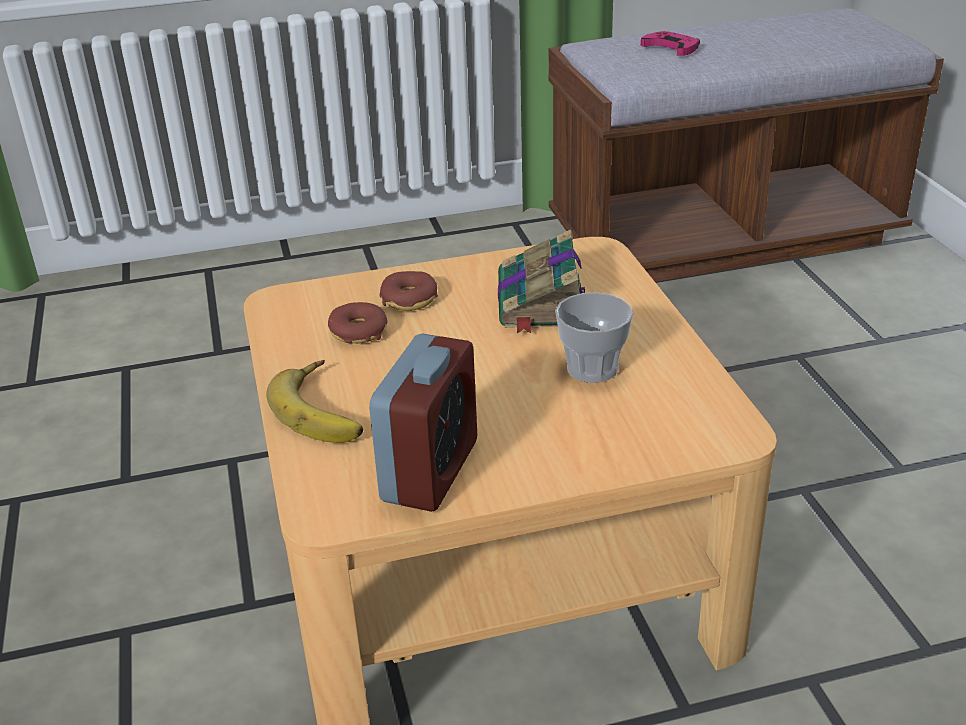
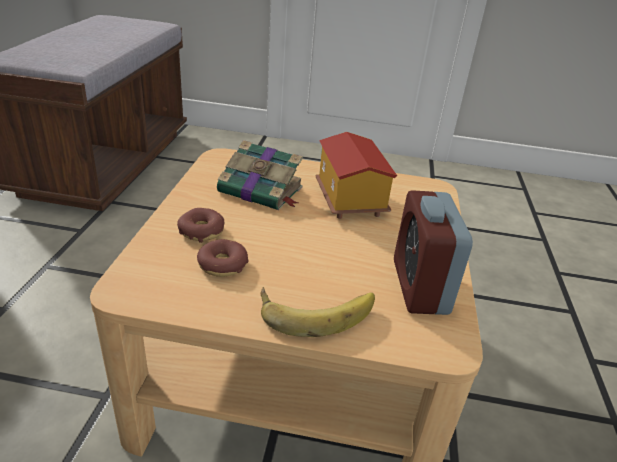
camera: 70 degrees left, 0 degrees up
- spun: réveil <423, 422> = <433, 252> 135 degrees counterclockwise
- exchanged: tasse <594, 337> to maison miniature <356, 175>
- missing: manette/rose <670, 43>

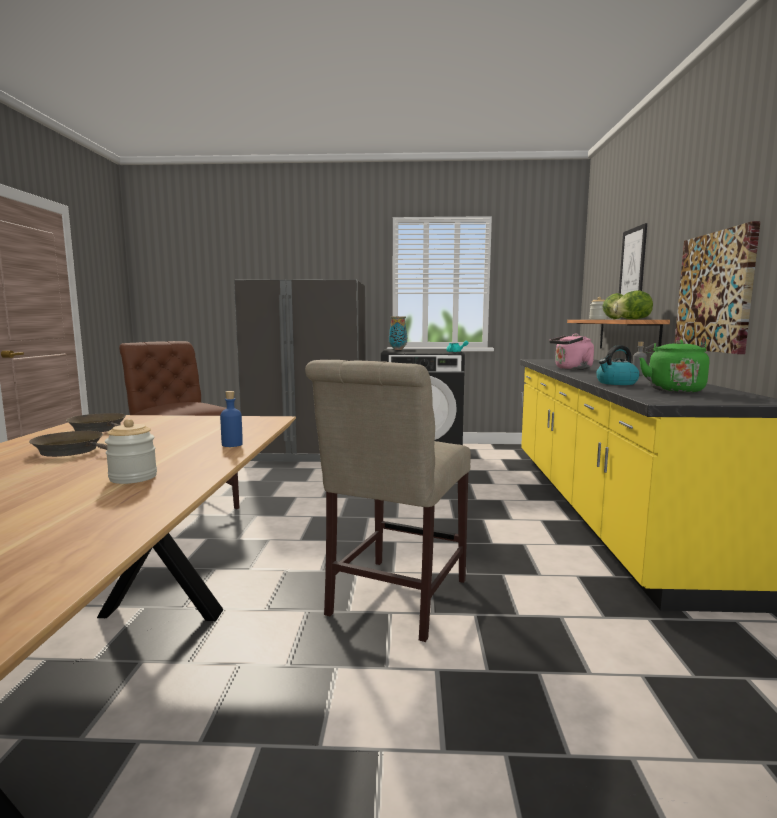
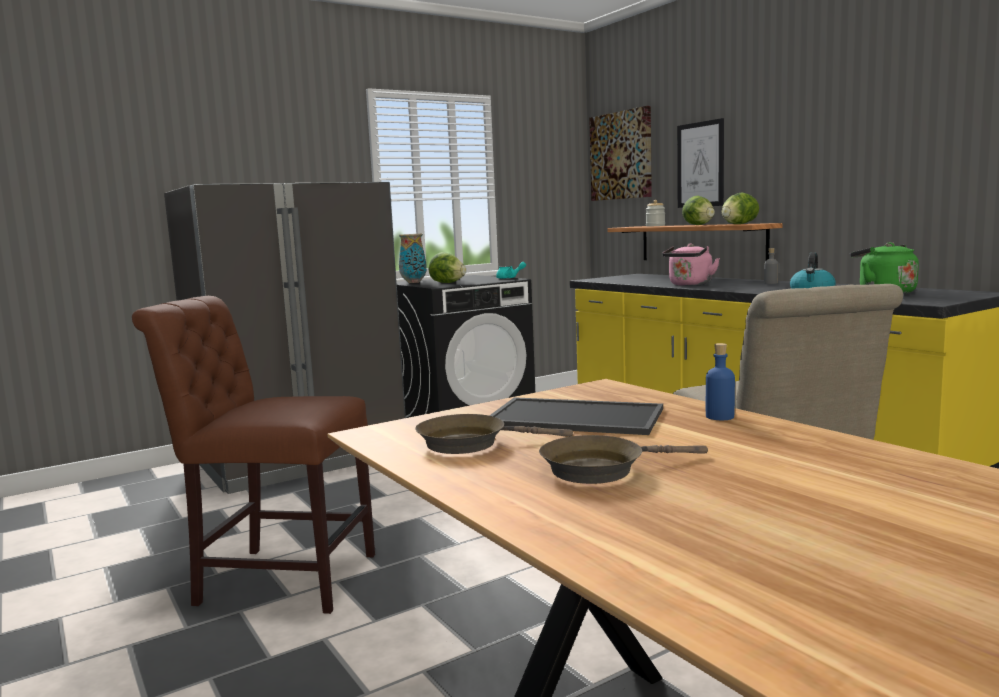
camera: 35 degrees left, 0 degrees up
- missing: bocal <131, 451>
- relocated: tableau <718, 287> to <620, 153>
- appeared: laitue <447, 267>
- appeared: plateau <576, 416>

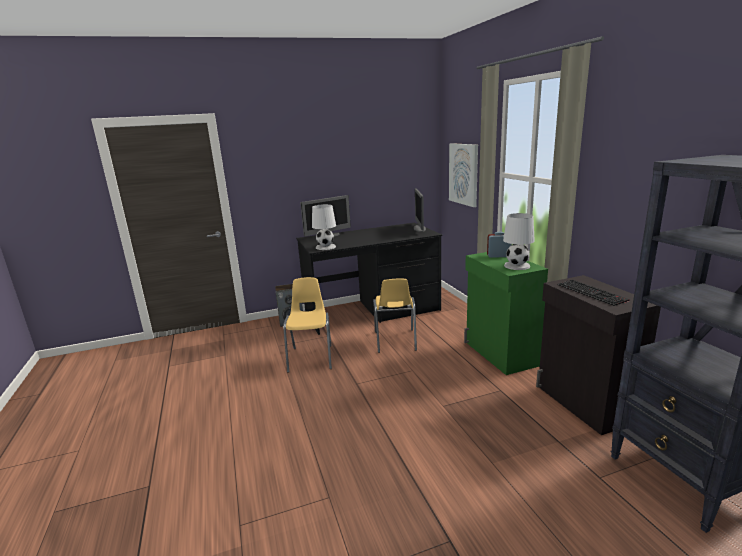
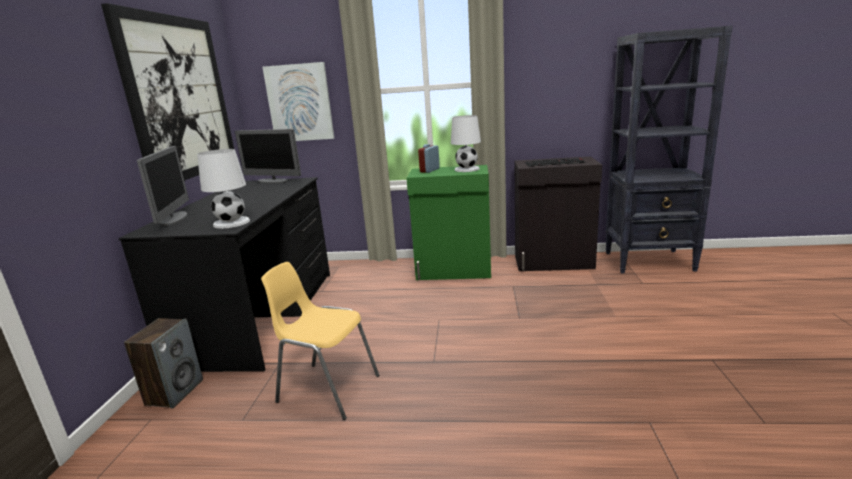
camera: 65 degrees left, 0 degrees up
- missing: chaise/jaune <395, 315>
- appeared: tableau <167, 92>

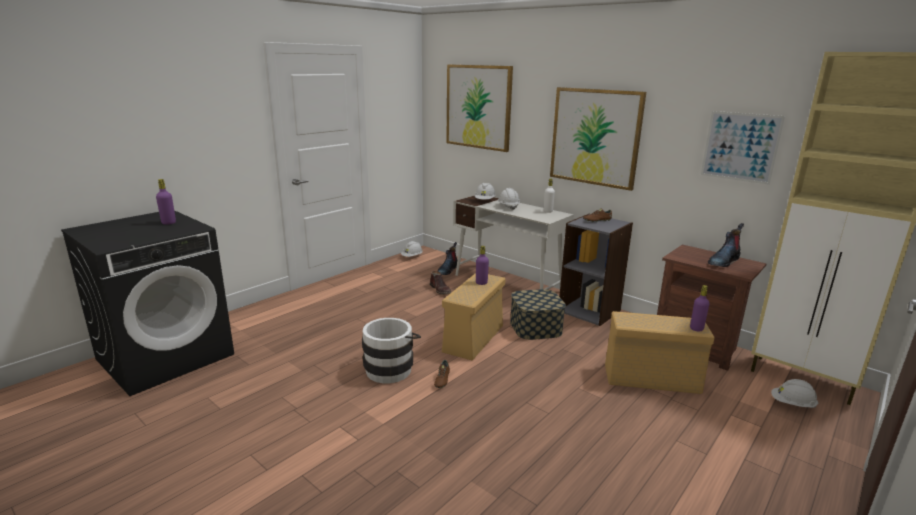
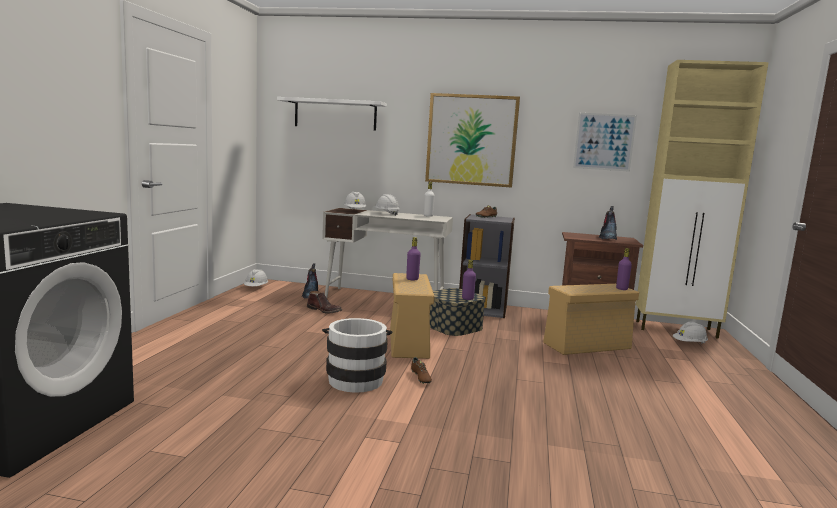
camera: 30 degrees left, 10 degrees down
- relocated: bouteille/violet <166, 202> to <469, 280>
- exchanged: tableau <479, 108> to étagère/blanc <332, 114>

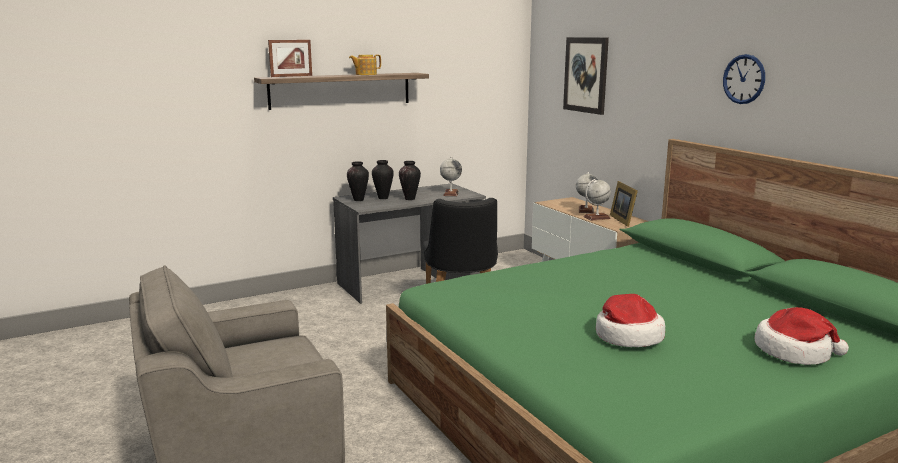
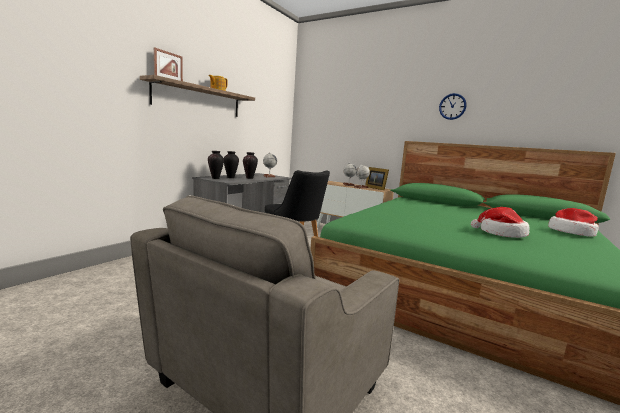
camera: 30 degrees left, 5 degrees down
- missing: tableau <586, 76>

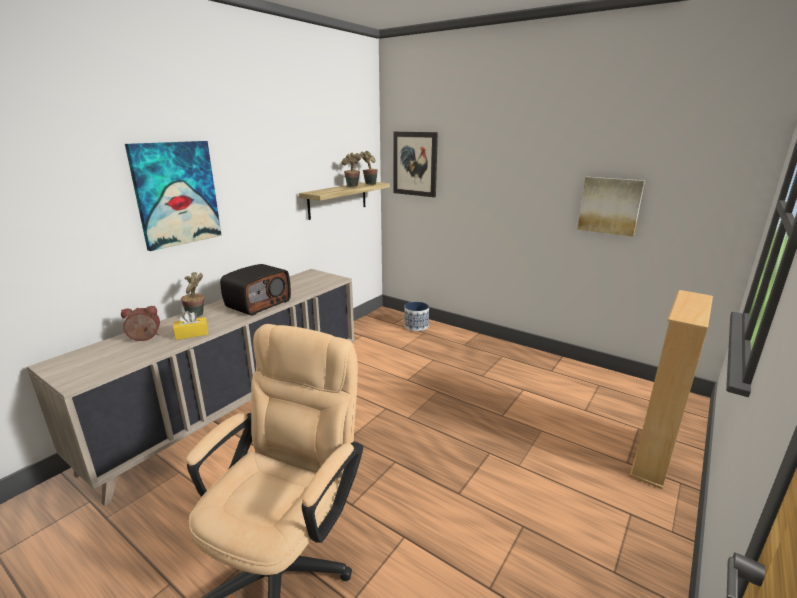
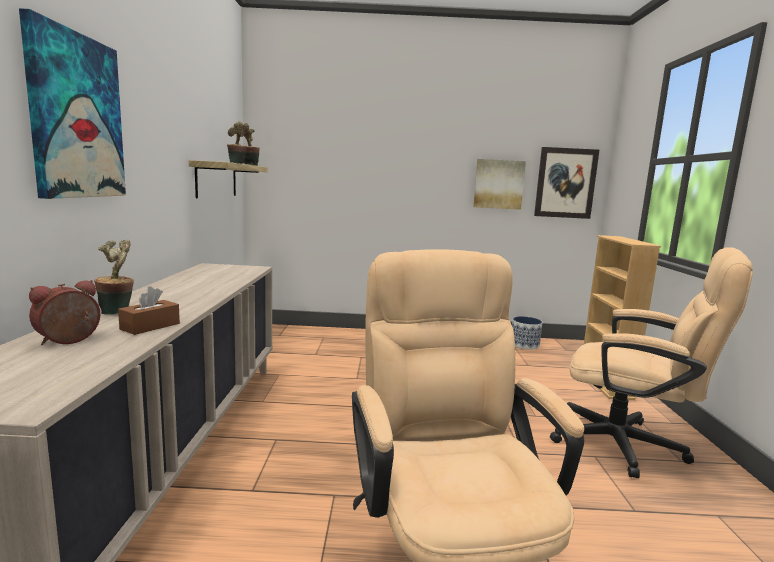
camera: 35 degrees left, 10 degrees down
- colour: boîte à mouchoirs/jaune <190, 325> to boîte à mouchoirs/marron <149, 310>
- missing: radio <255, 290>
- relocated: tableau <415, 164> to <566, 183>
- relocated: cache-pot <416, 316> to <527, 333>
- appeared: chaise de bureau/beige <651, 362>

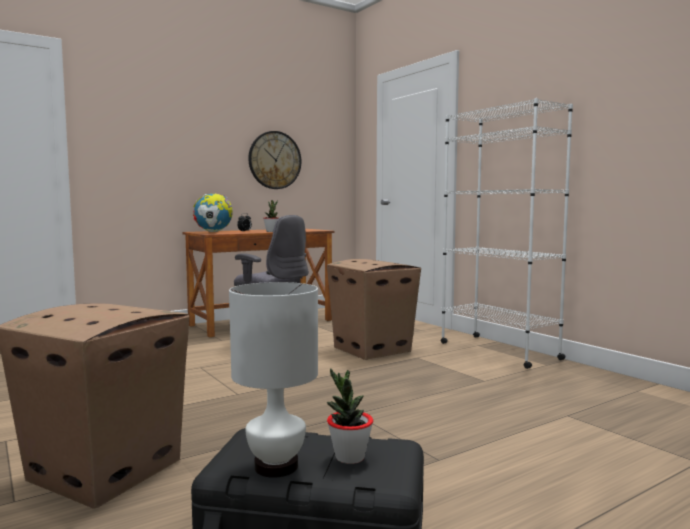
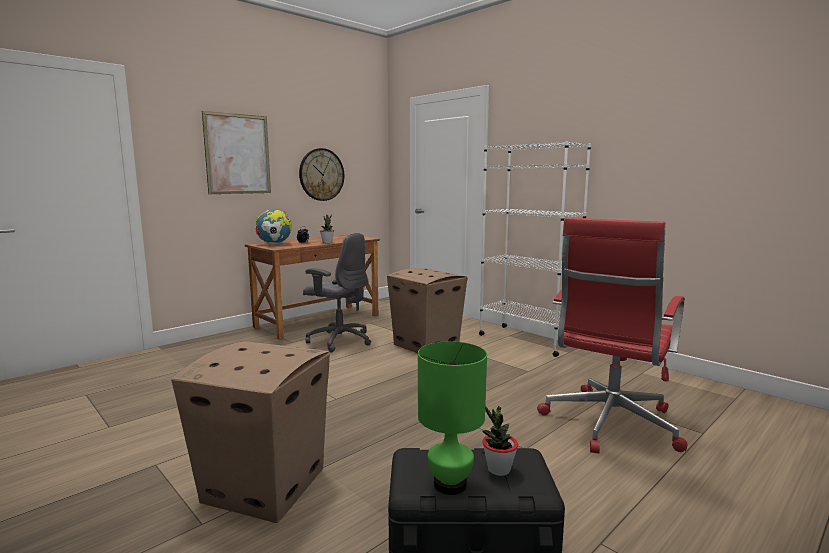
camera: 10 degrees left, 5 degrees up
- colour: lampe de table/blanc <273, 380> to lampe de table/vert <452, 418>
- appeared: tableau <236, 152>
- appeared: chaise de bureau/rouge <612, 335>

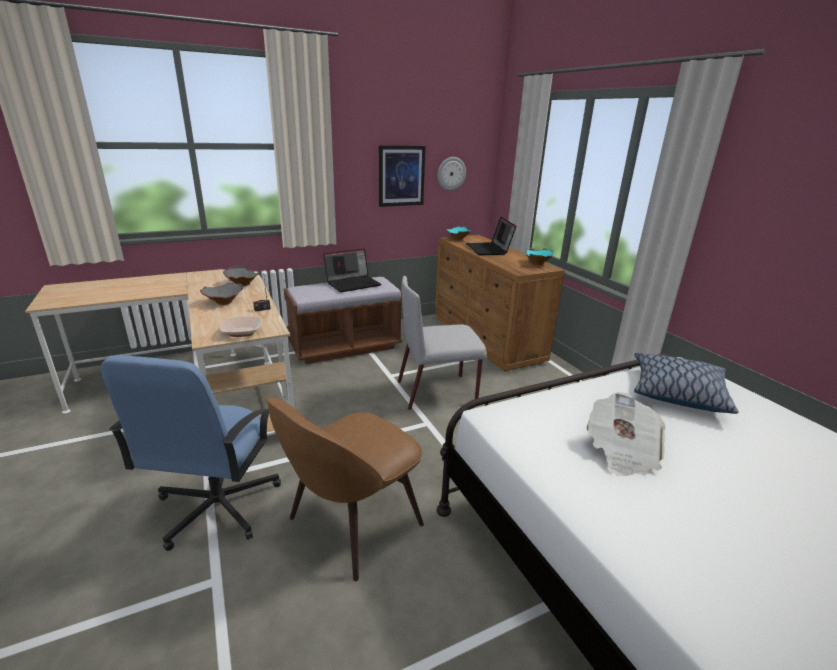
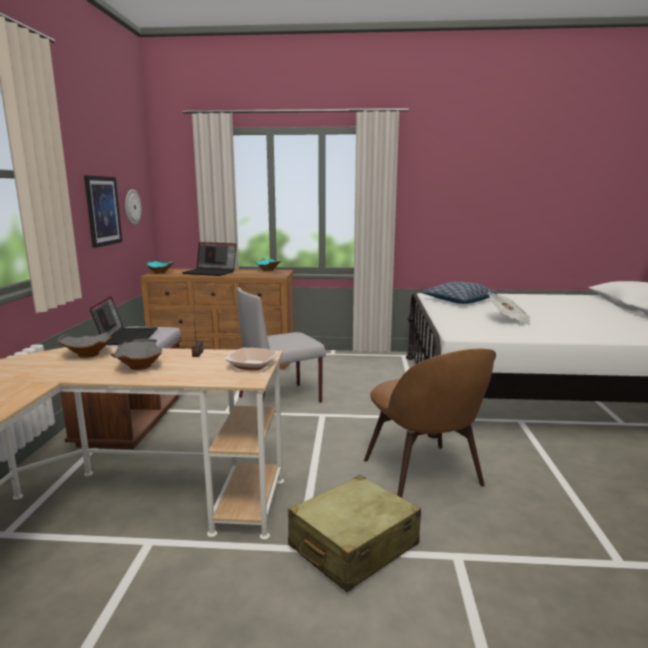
camera: 60 degrees left, 10 degrees down
- exchanged: chaise de bureau/bleu <191, 453> to valise/beige <354, 533>
- spun: chaise/gris <442, 343> = <281, 345> 45 degrees clockwise

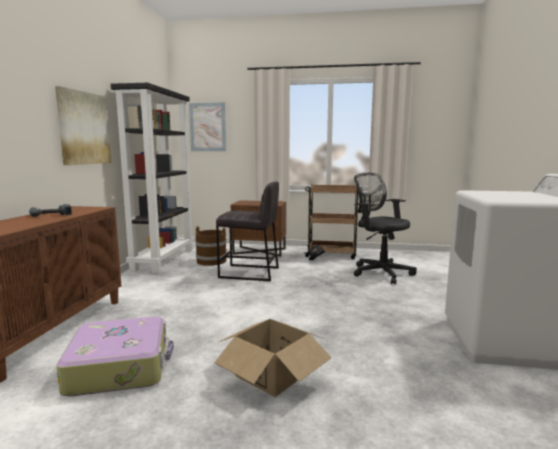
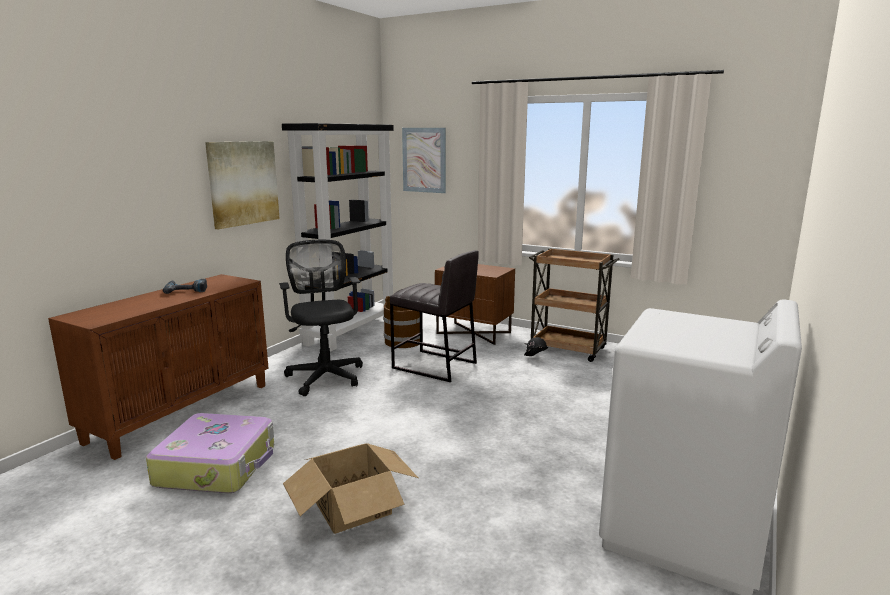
camera: 20 degrees right, 5 degrees up
- relocated: chaise de bureau/noir <385, 229> to <321, 318>

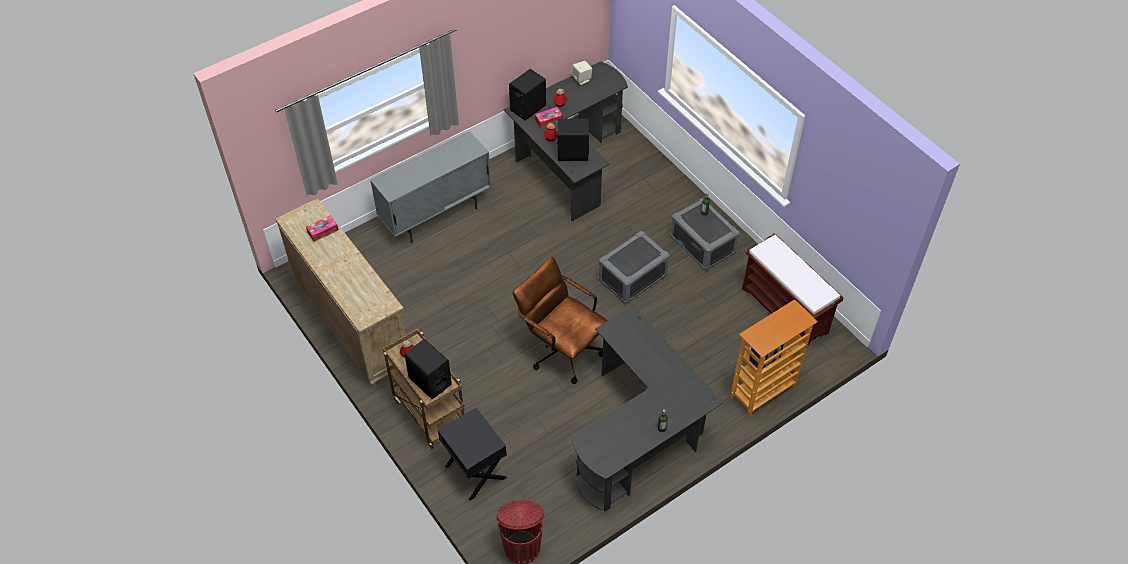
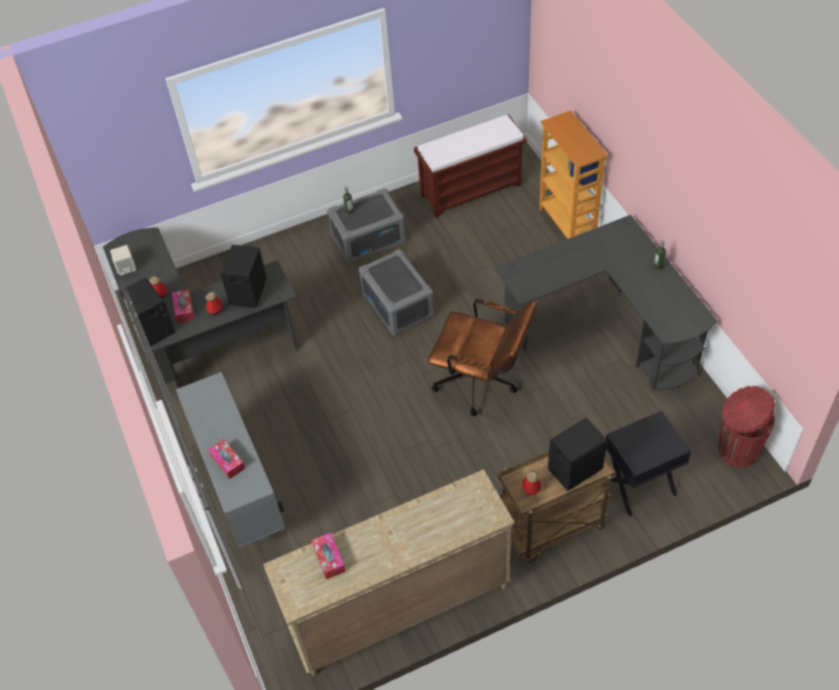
camera: 75 degrees left, 0 degrees up
- spun: chaise de bureau/marron <560, 320> = <482, 357> 120 degrees counterclockwise
- appeared: boîte à mouchoirs <226, 459>

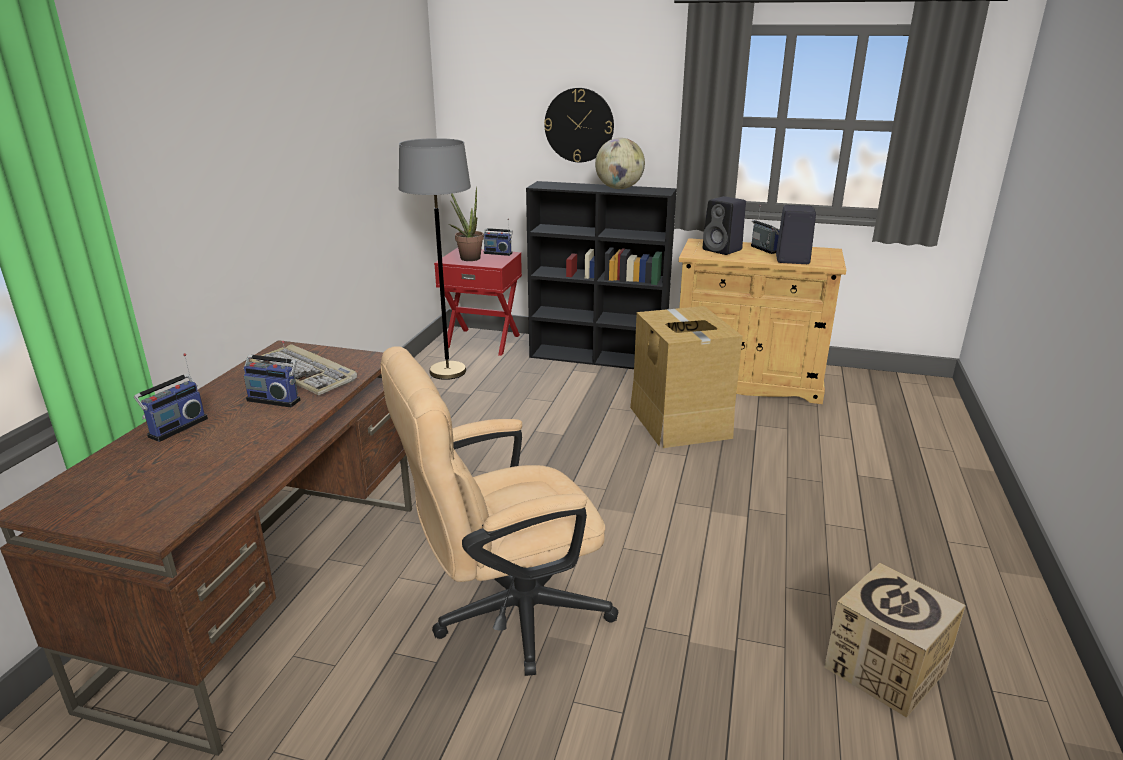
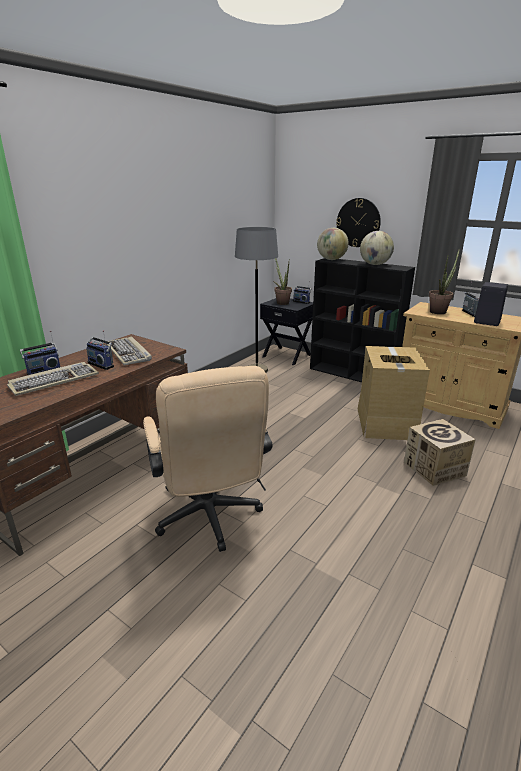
camera: 20 degrees right, 0 degrees up
- spun: chaise de bureau/beige <499, 511> = <208, 459> 105 degrees counterclockwise
- colour: table de chevet/rouge <478, 302> to table de chevet/noir <286, 331>
- exchanged: enceinte/noir <724, 225> to plante en pot <444, 282>
- relocated: carton <895, 640> to <440, 452>
- appeared: clavier <53, 379>
- appeared: globe <332, 244>

